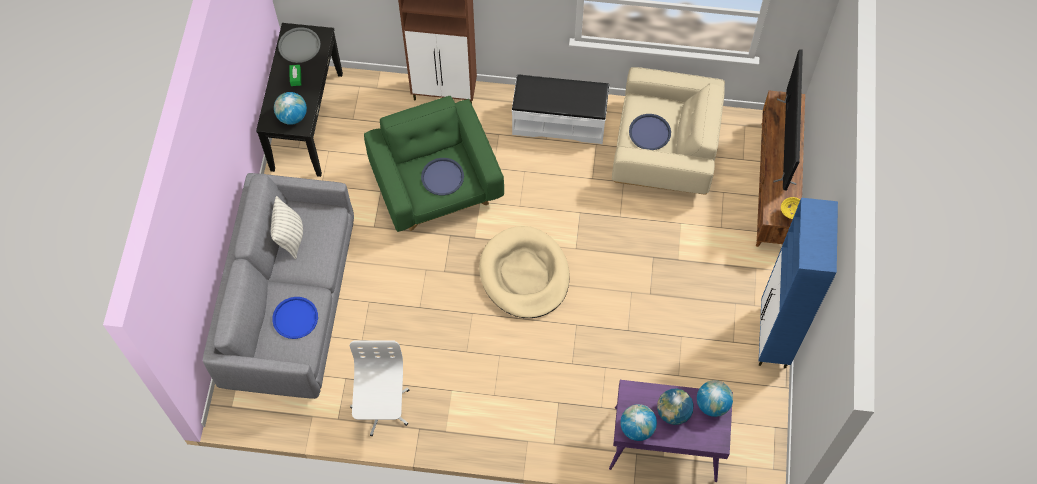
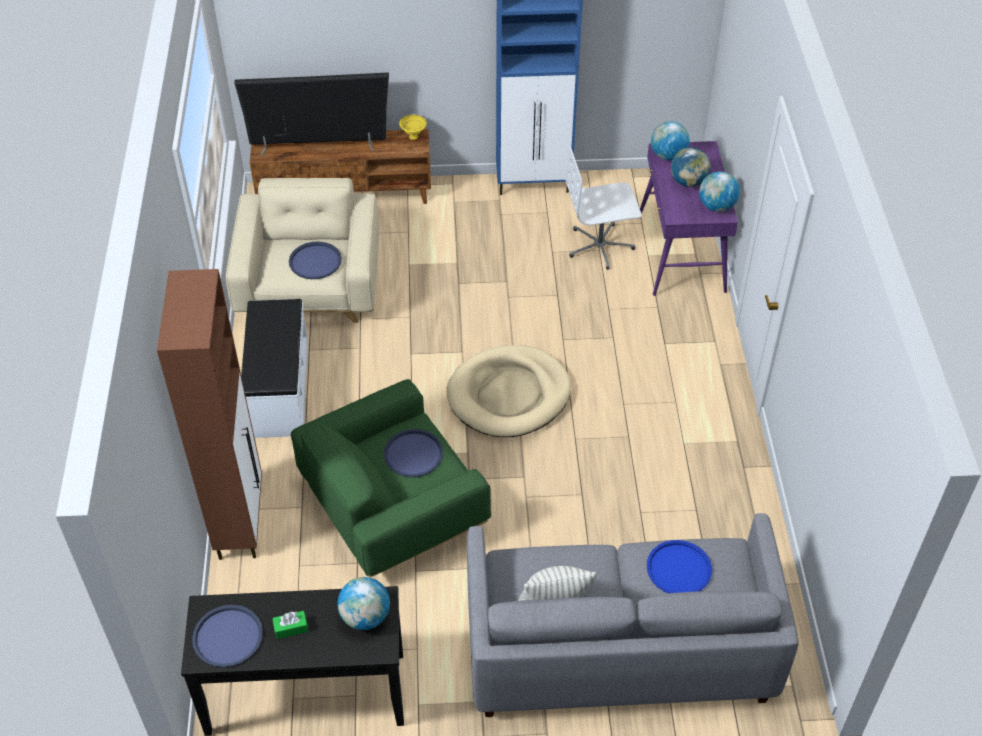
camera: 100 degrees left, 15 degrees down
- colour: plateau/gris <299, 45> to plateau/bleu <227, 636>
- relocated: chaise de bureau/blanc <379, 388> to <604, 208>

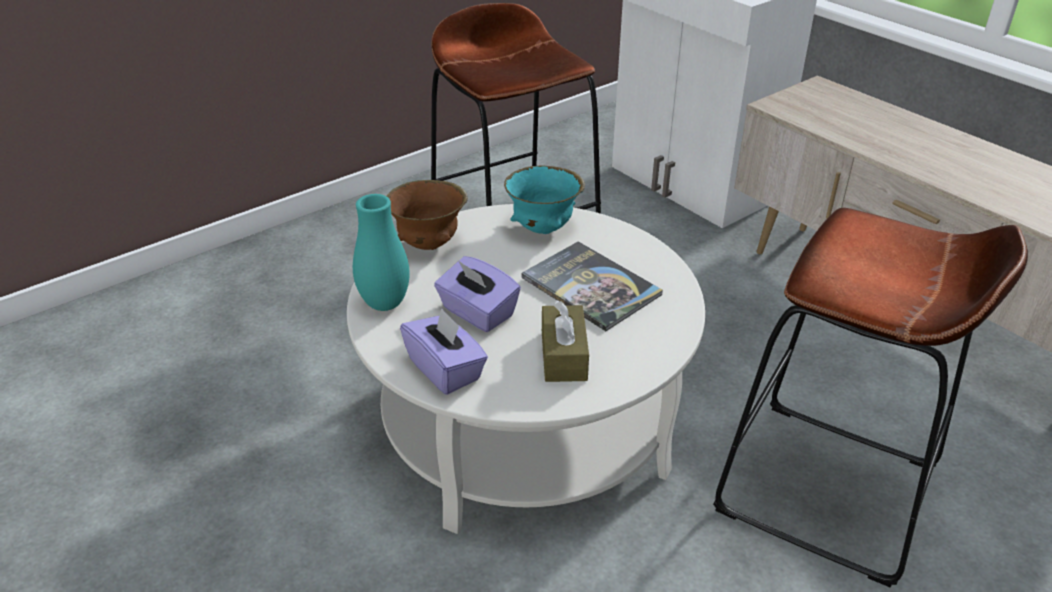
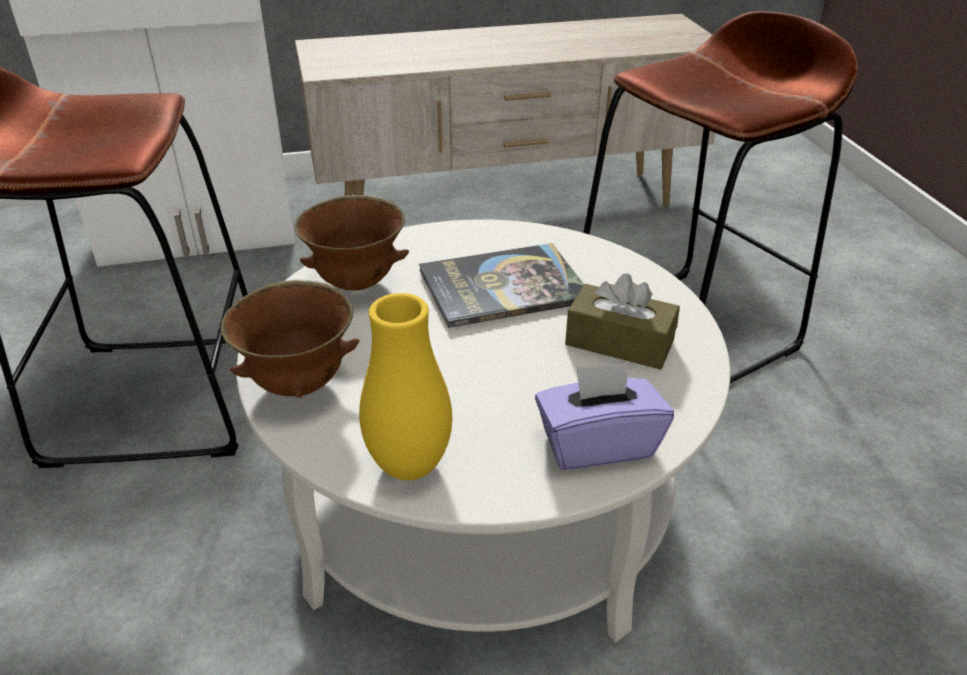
camera: 65 degrees left, 0 degrees up
- colour: vase/turquoise <381, 252> to vase/jaune <405, 386>
- missing: boîte à mouchoirs/violet <477, 294>
- colour: bol/turquoise <544, 199> to bol/marron <351, 243>

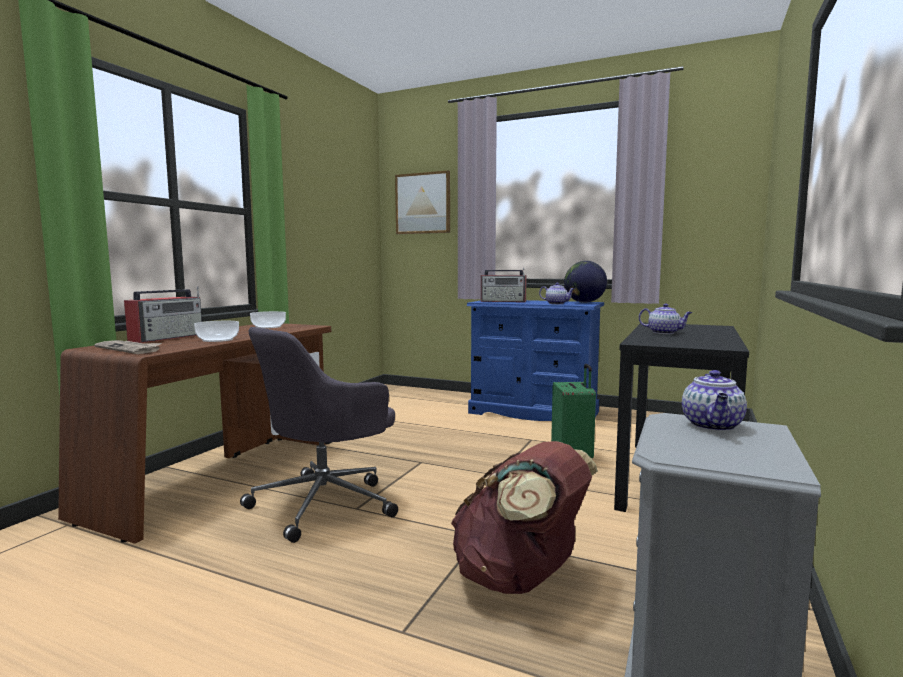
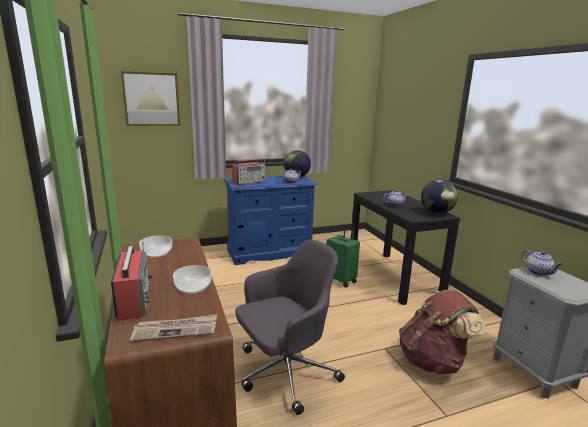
camera: 45 degrees left, 10 degrees up
- spun: chaise de bureau/gris <319, 435> = <290, 327> 120 degrees counterclockwise
- appeared: globe <439, 196>

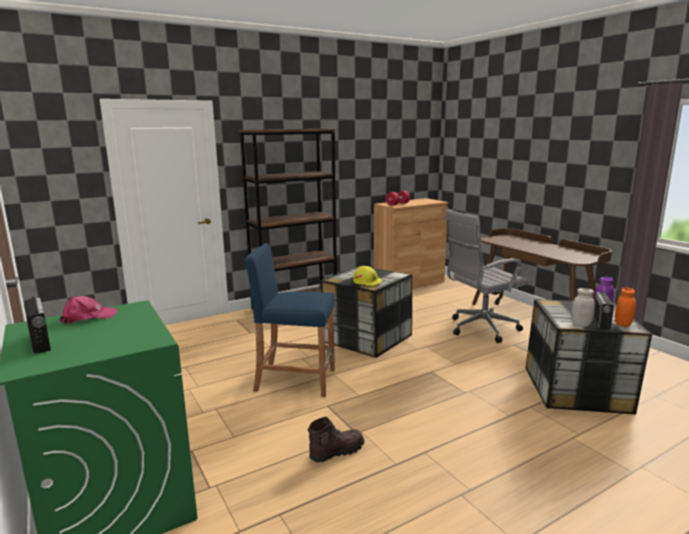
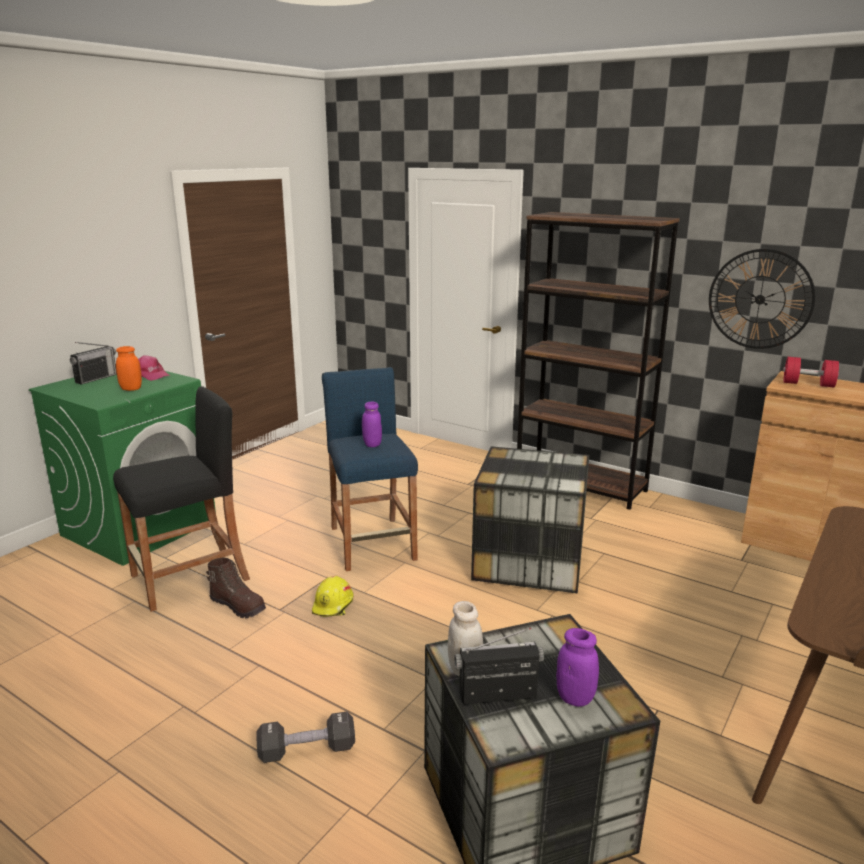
camera: 65 degrees right, 5 degrees up
- relocated: casque de chantier/jaune <367, 277> to <333, 596>
- missing: chaise de bureau/gris <487, 276>
- relocated: bocal/orange <625, 307> to <129, 368>
- appeared: tabouret/noir <181, 499>
- appeared: haltère/noir <305, 737>
- appeared: bocal/violet <372, 424>
- appeared: horloge murale <762, 299>

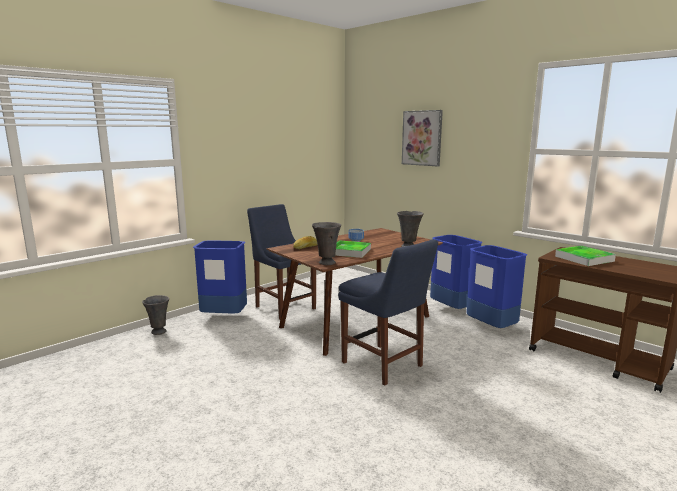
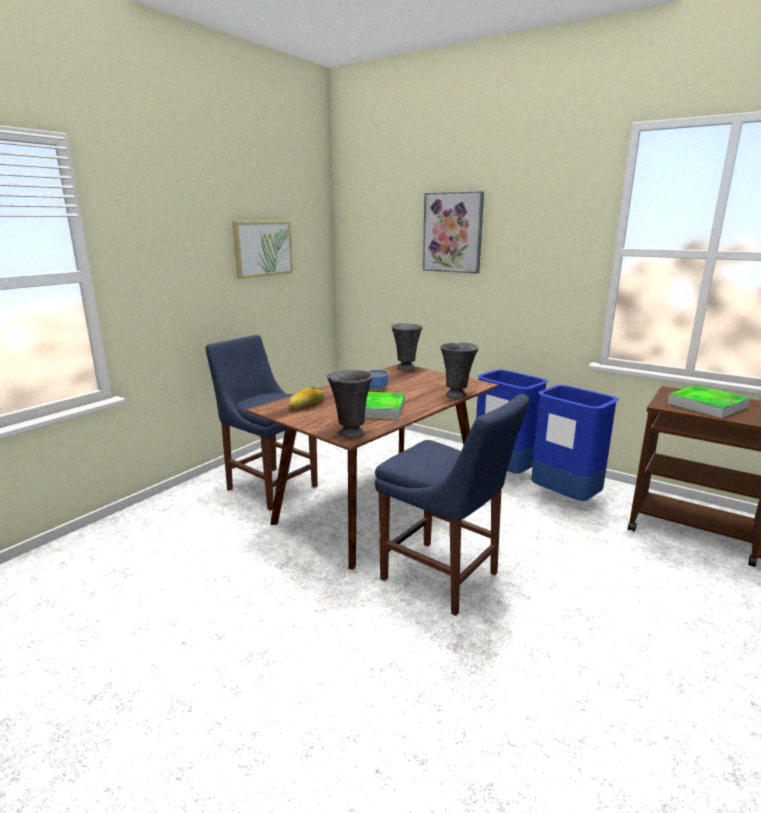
camera: 10 degrees left, 5 degrees up
- relocated: vase/gris <155, 315> to <407, 347>
- missing: poubelle/bleu <220, 276>
- appeared: tableau <262, 250>

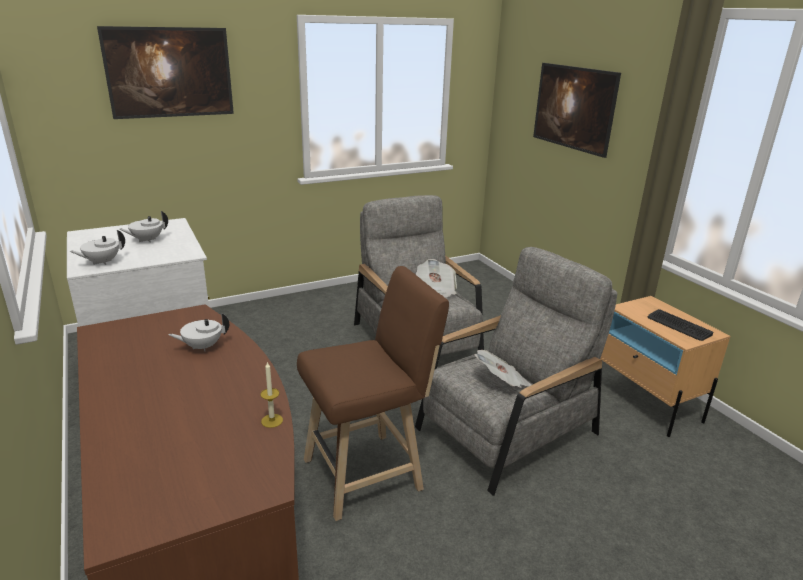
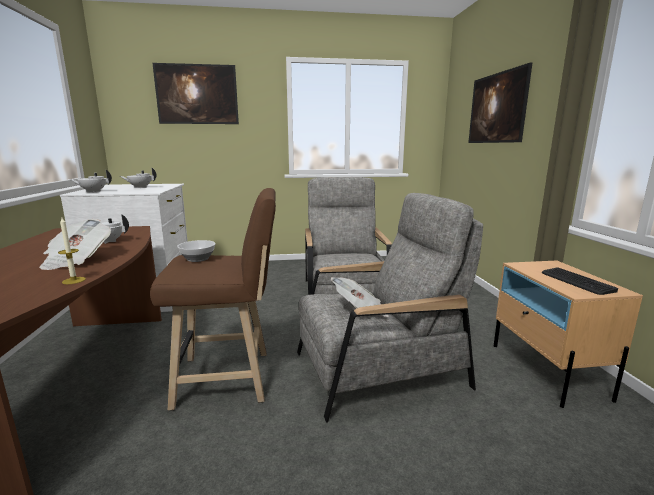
camera: 20 degrees right, 10 degrees down
- relocated: journal <436, 278> to <75, 244>
- appeared: bol <196, 251>

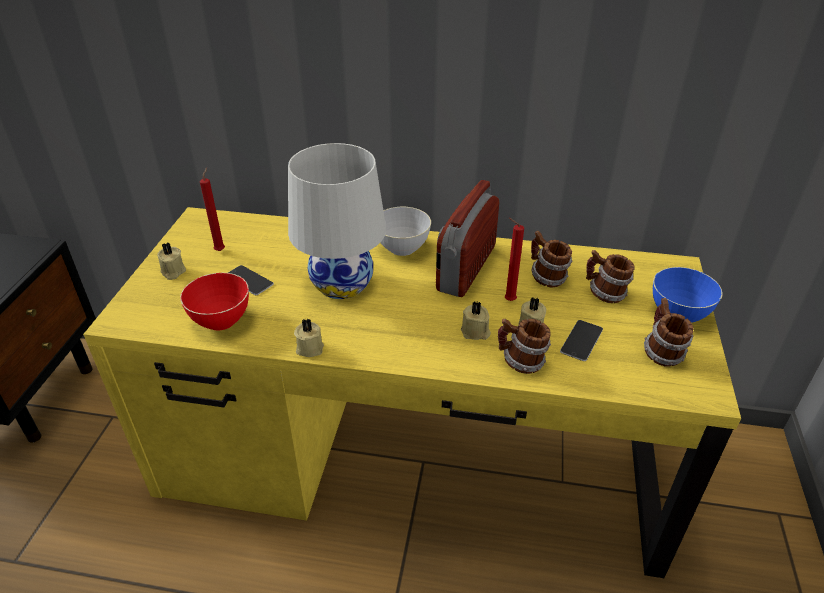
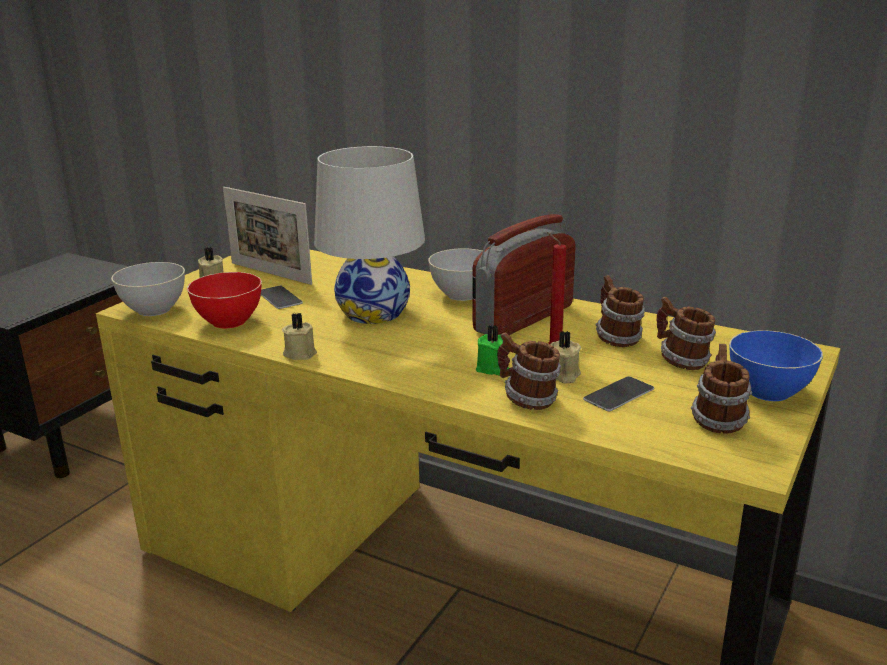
camera: 20 degrees right, 15 degrees down
- exchanged: bougie/rouge <212, 209> to cadre photo <267, 236>
- colour: bougie/beige <476, 321> to bougie/vert <492, 350>
- appeared: bol/gris <148, 289>

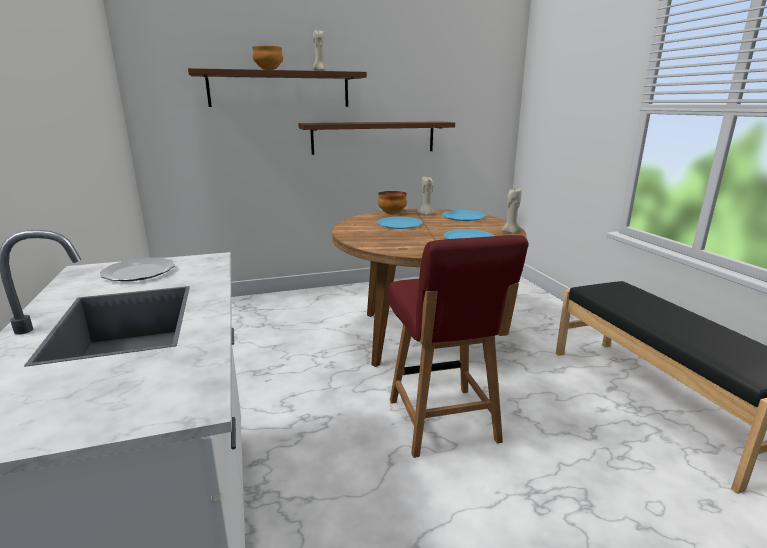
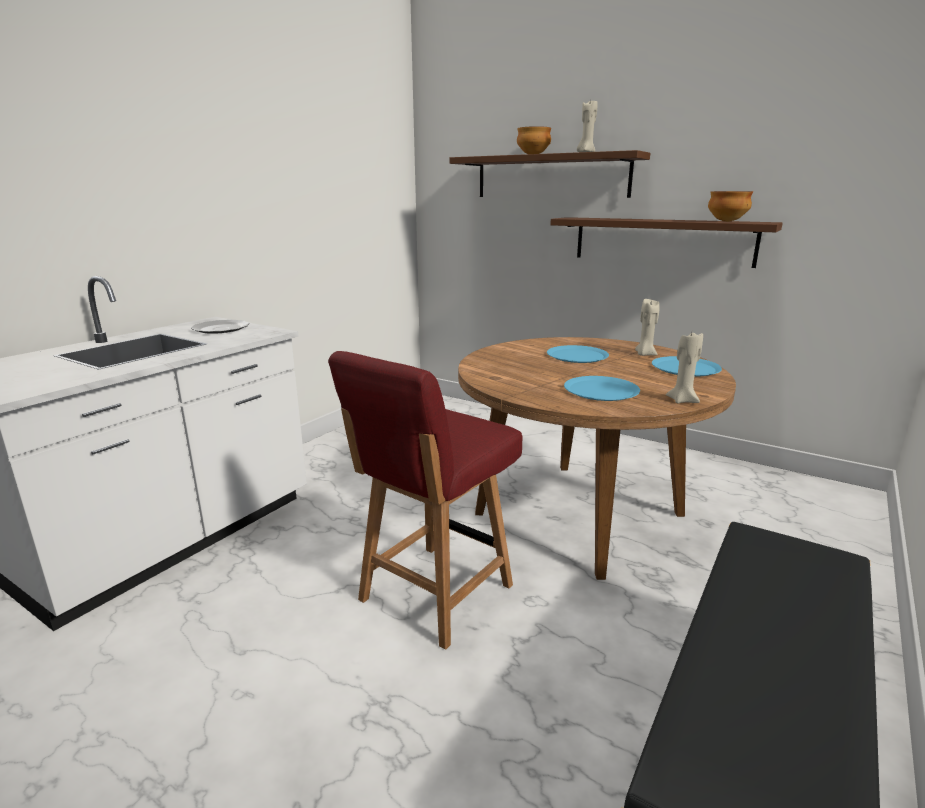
camera: 50 degrees right, 0 degrees up
- relocated: bol <392, 202> to <730, 206>

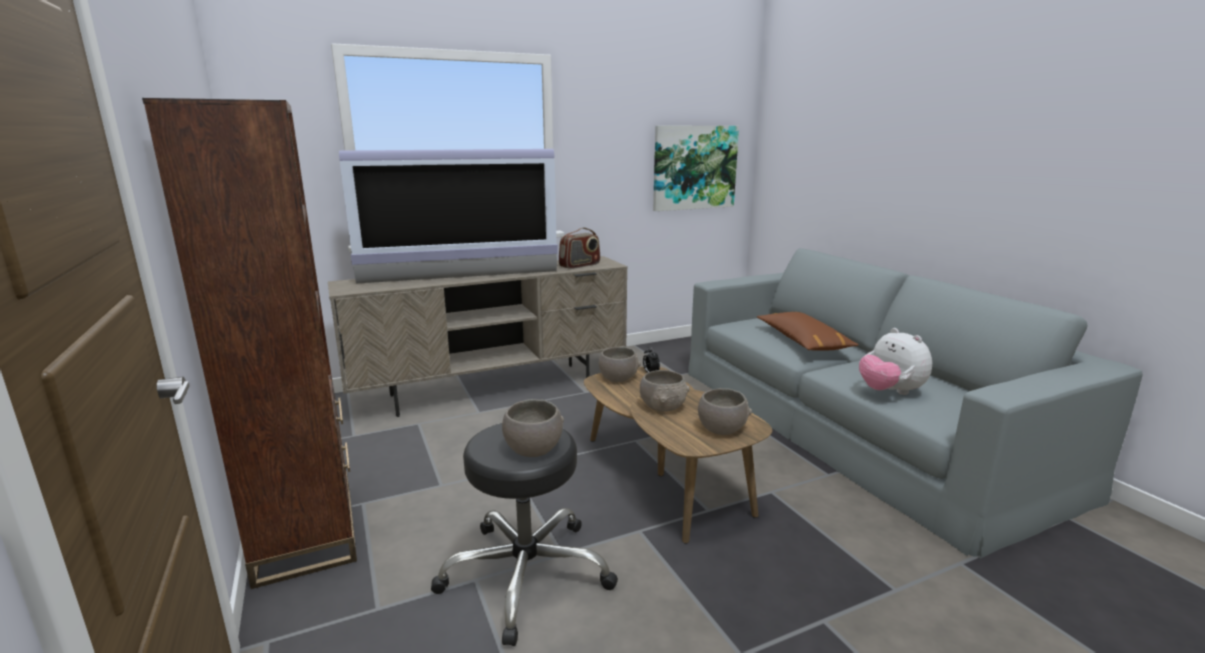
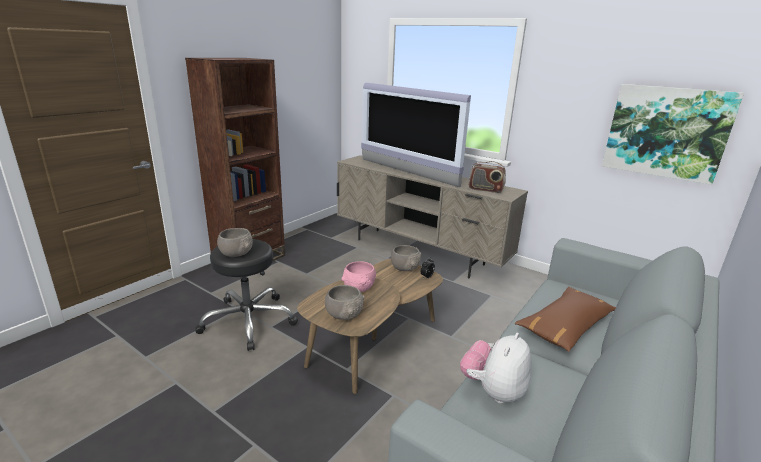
camera: 60 degrees right, 5 degrees up
- colour: bol/gris <665, 390> to bol/rose <359, 276>

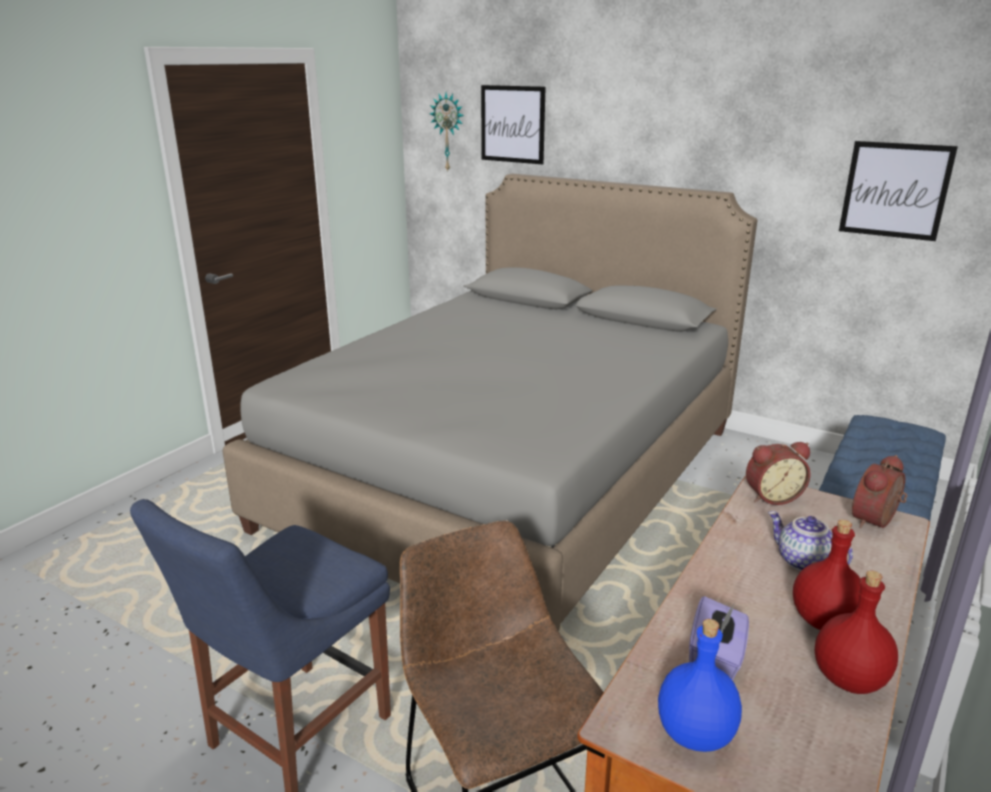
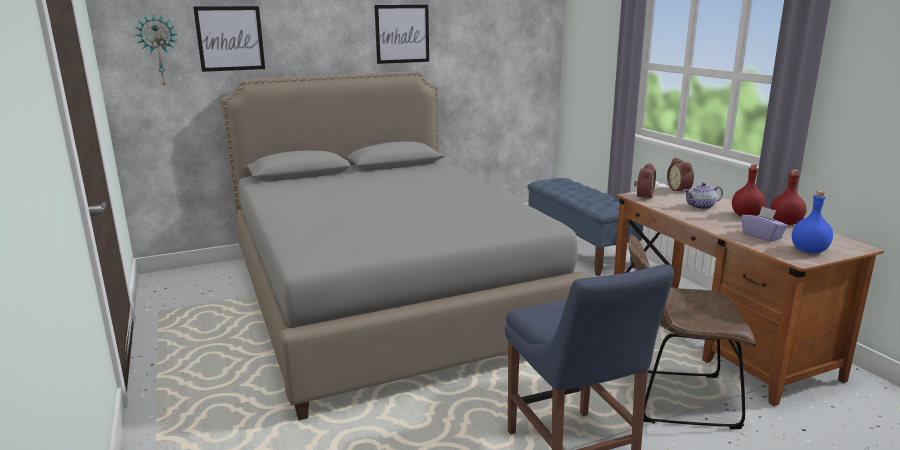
camera: 55 degrees left, 5 degrees down
- relocated: tableau <898, 191> to <401, 34>

